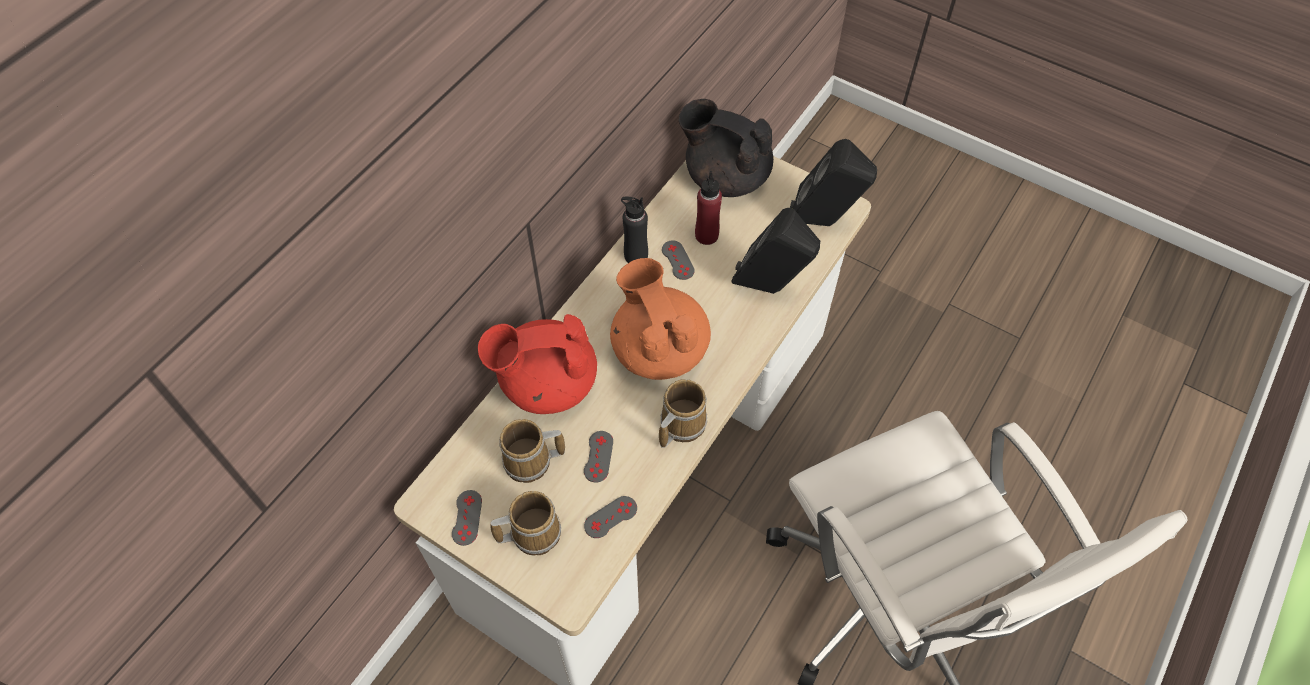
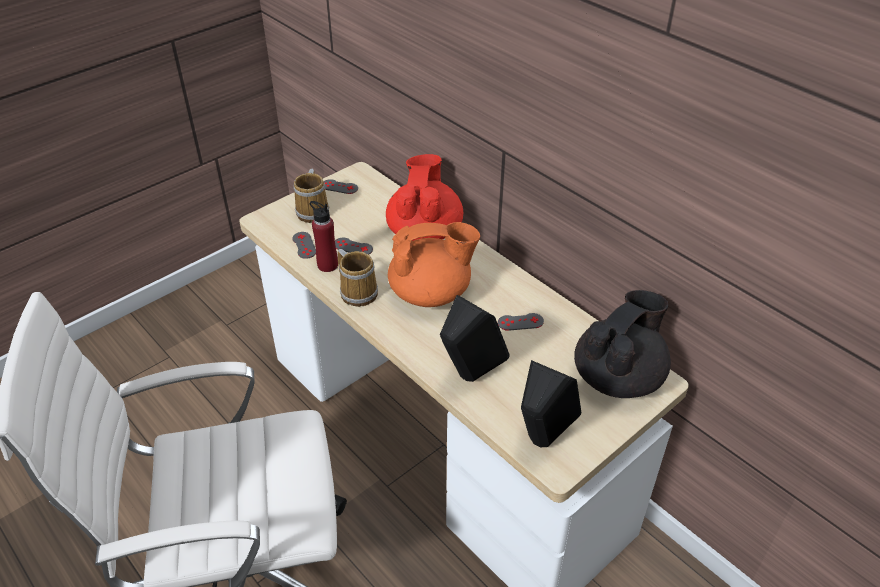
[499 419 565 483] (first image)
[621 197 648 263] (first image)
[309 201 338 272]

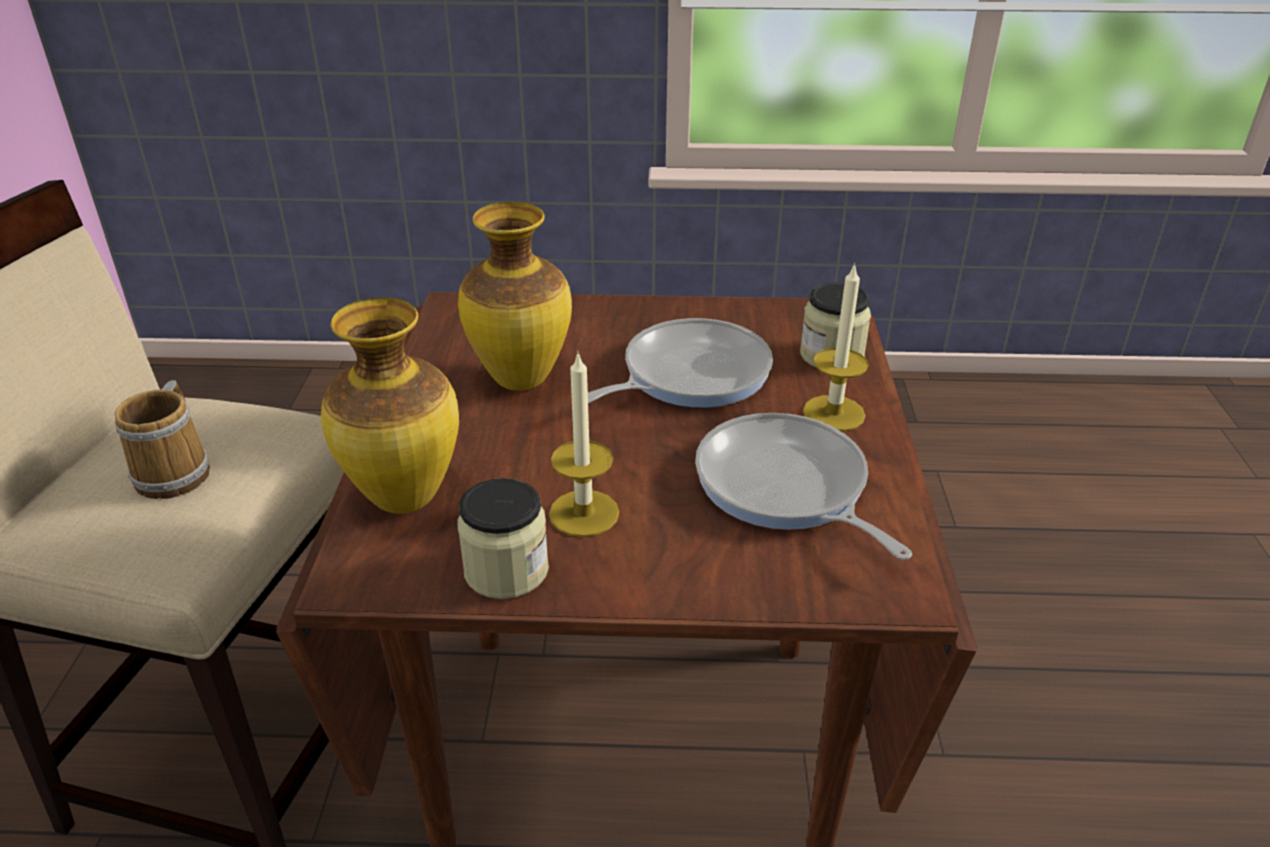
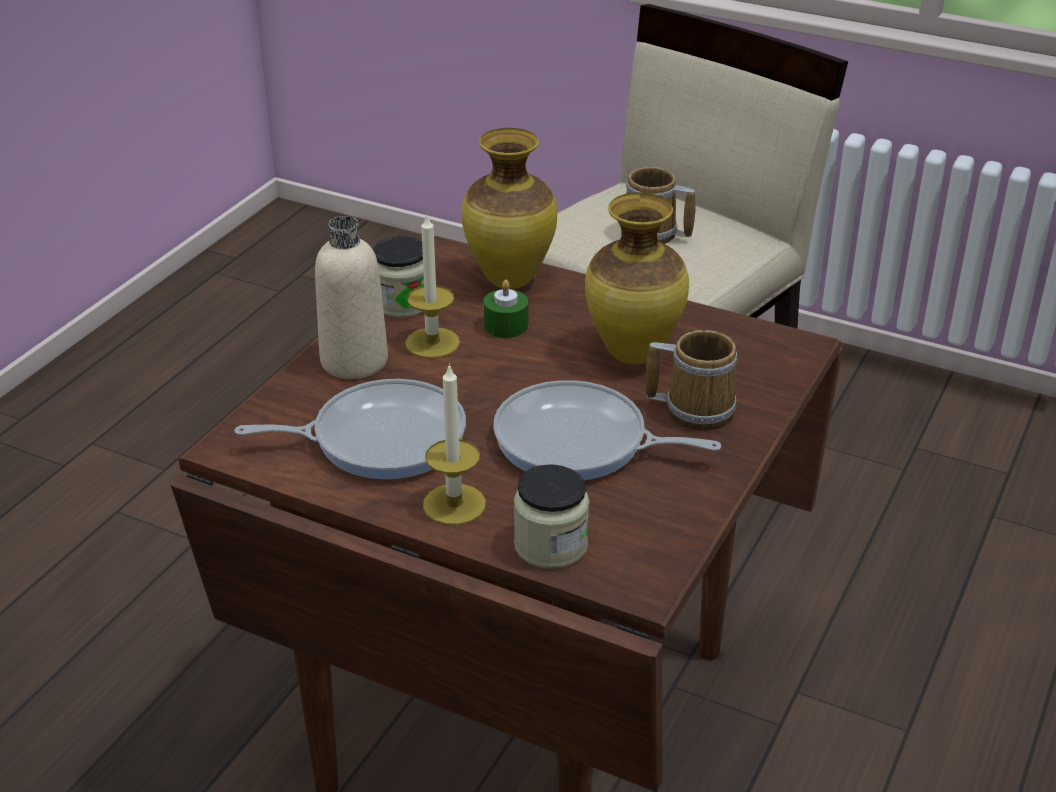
[315 216 388 379]
[484 280 528 338]
[645 330 737 430]
[493 380 721 480]

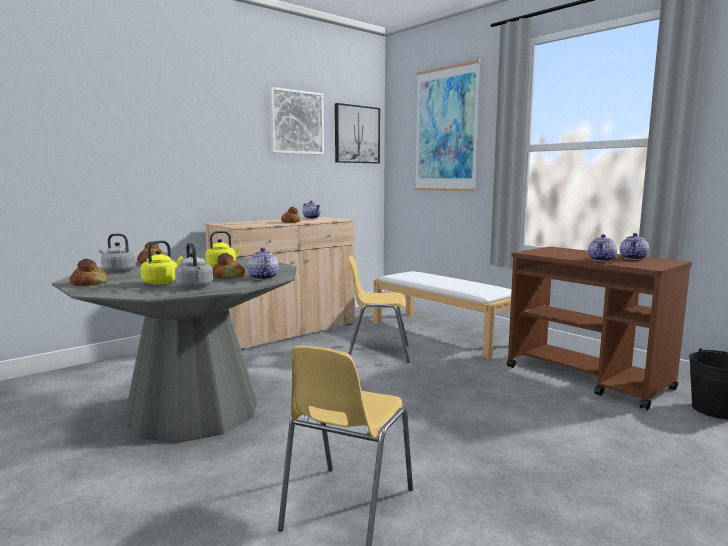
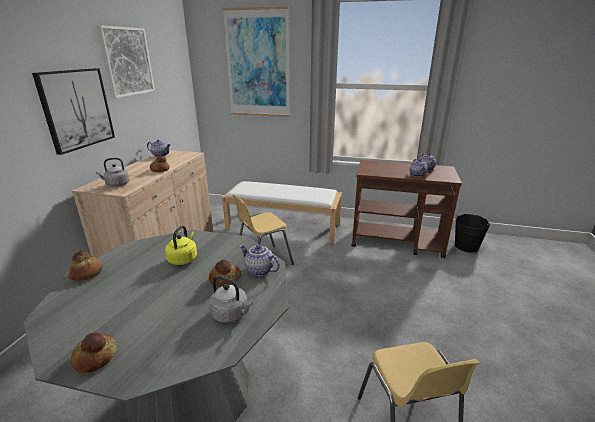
[141 240 183 285] (first image)
[96 158 129 187]
[32 68 115 155]

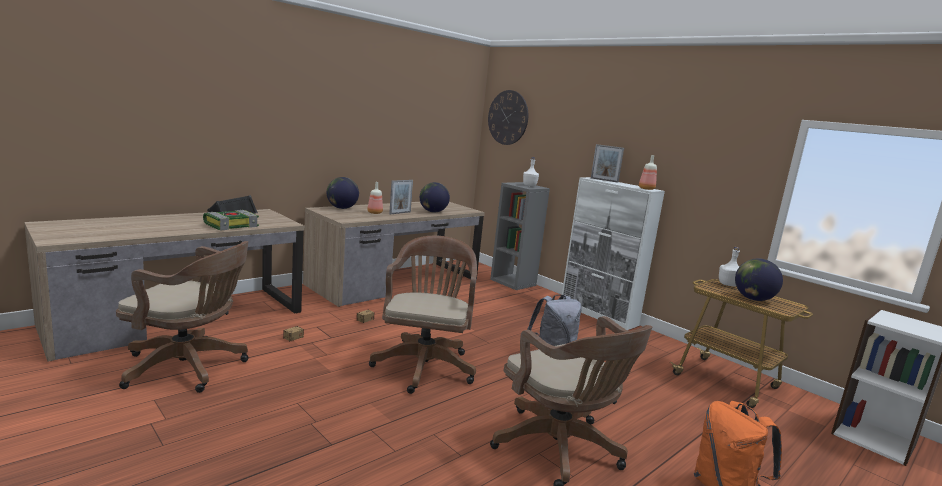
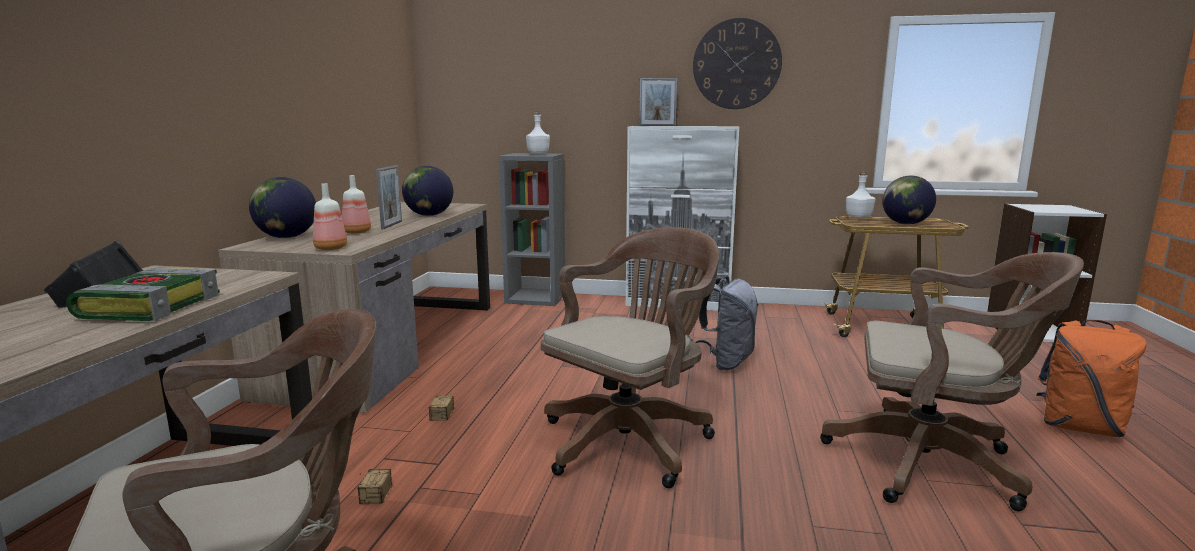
[693 18 782 109]
[313 183 347 250]
[541 227 719 488]

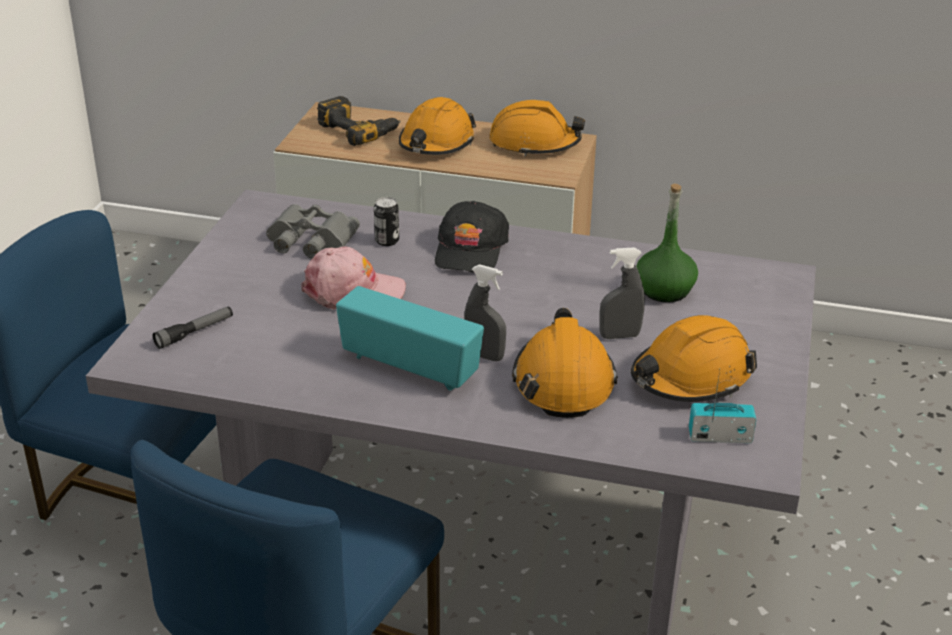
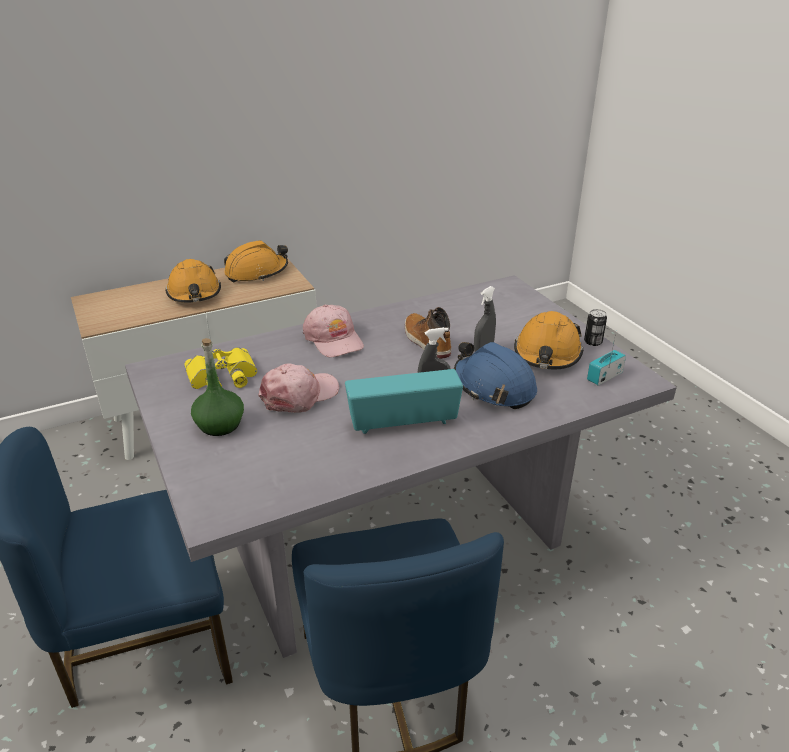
[153 306 233 349] (first image)
[317 96 401 146] (first image)
[405 307 451 359]
[584 309 607 346]
[191 338 244 436]
[184 347 257 389]
[303 305 364 357]
[454 342 537 409]

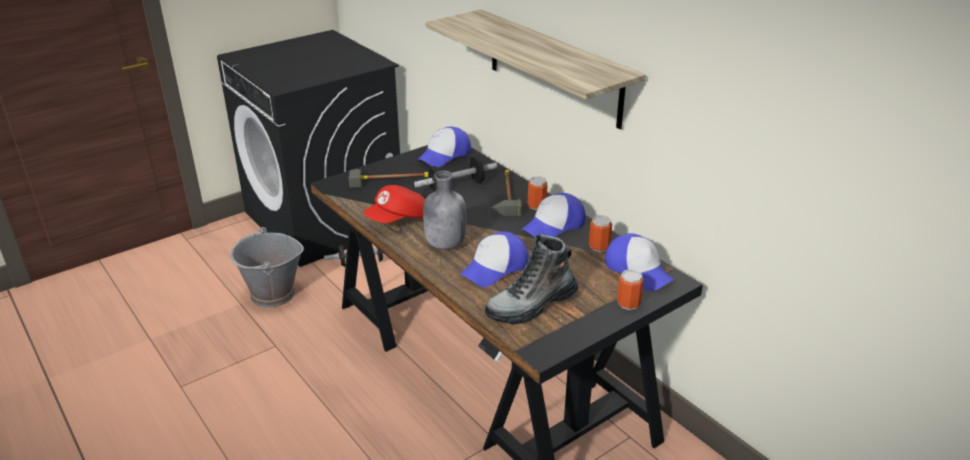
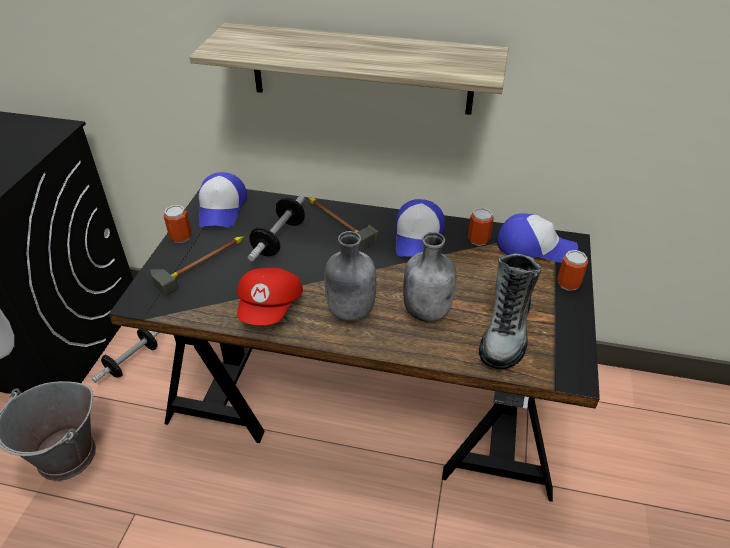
[164 205 192 243]
[403 232 456 322]

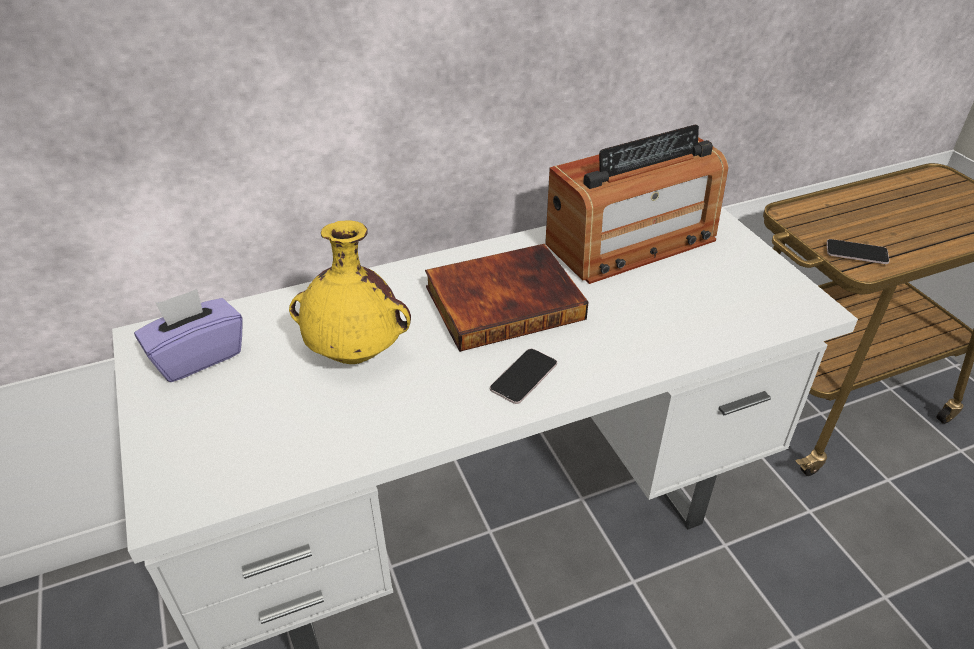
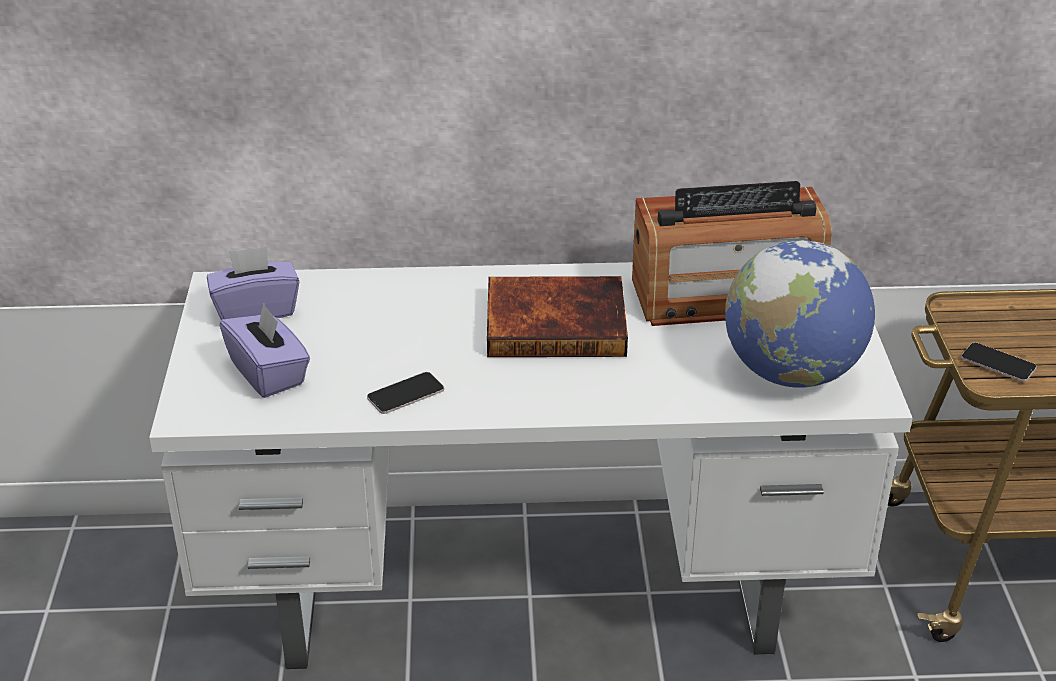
[289 221 411 364] (first image)
[220 302 310 398]
[725 240 875 388]
[367 372 444 414]

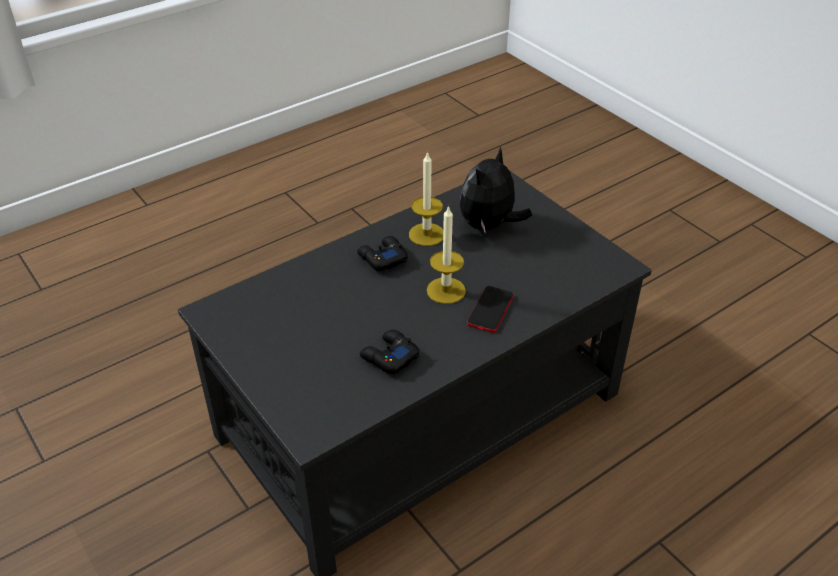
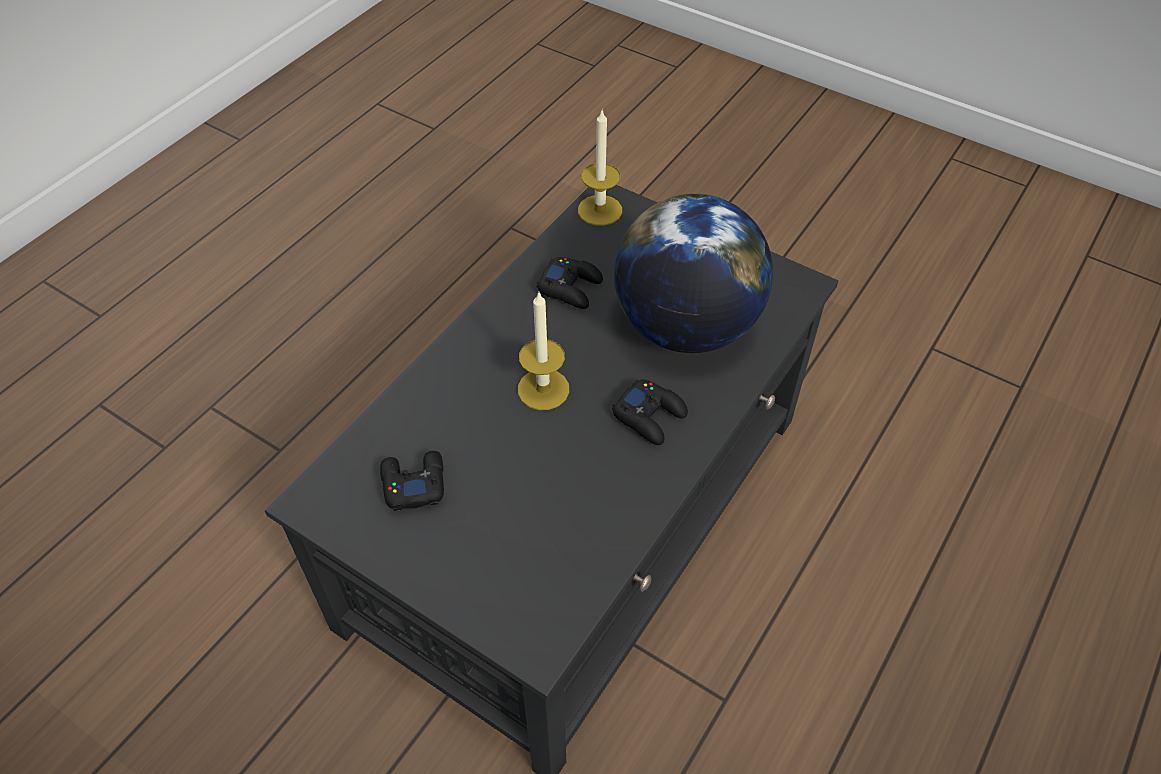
[460 146 532 233] (first image)
[467 286 513 333] (first image)
[380 451 444 511]
[614 194 773 353]
[578 111 622 226]

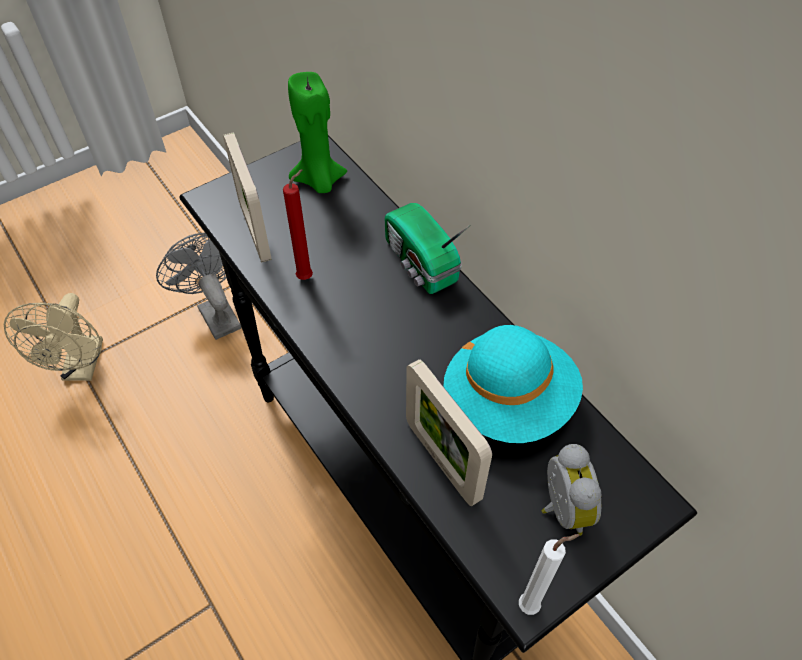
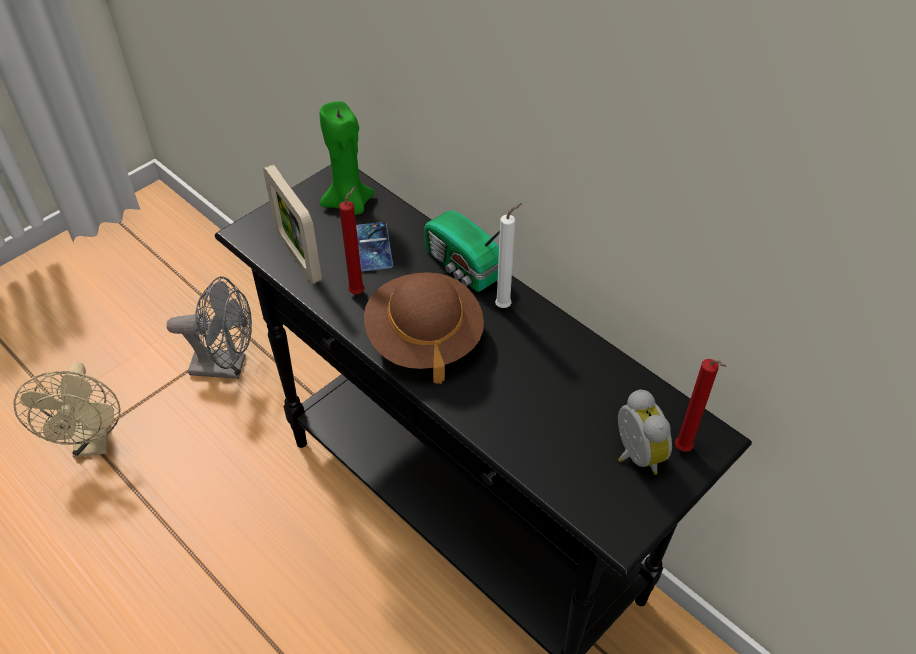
[406 359 492 506] (first image)
[444 325 583 443] (first image)
[356 222 393 271]
[364 272 484 384]
[675 359 726 452]
[495 203 522 308]
[166 276 252 379]

